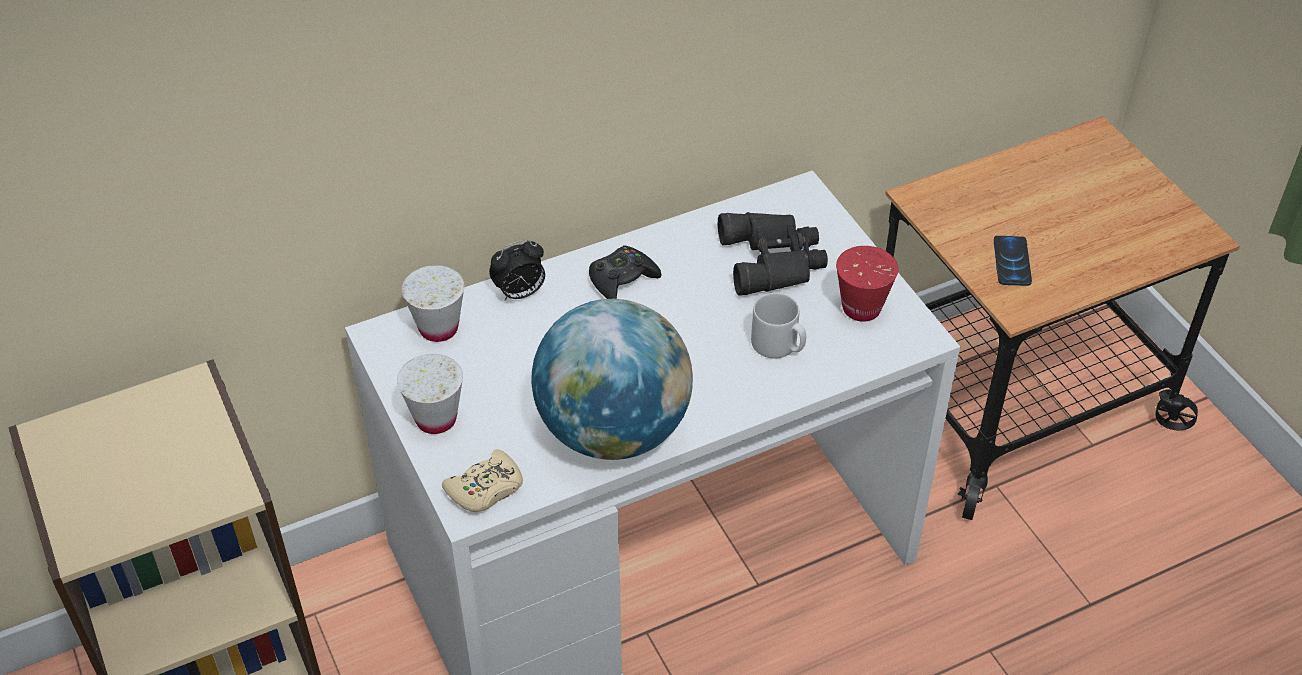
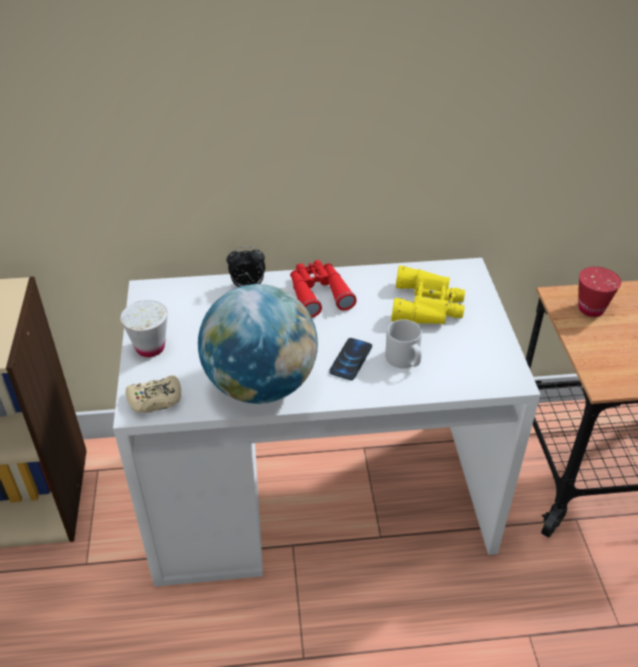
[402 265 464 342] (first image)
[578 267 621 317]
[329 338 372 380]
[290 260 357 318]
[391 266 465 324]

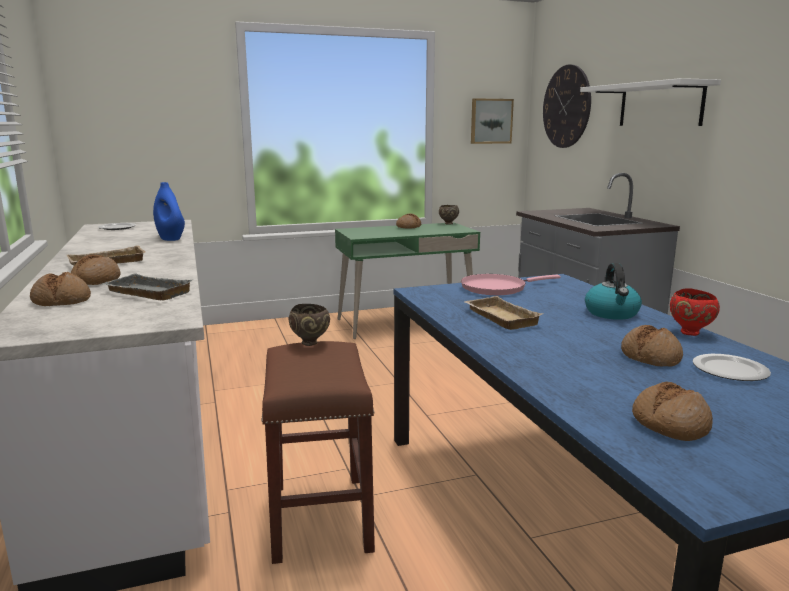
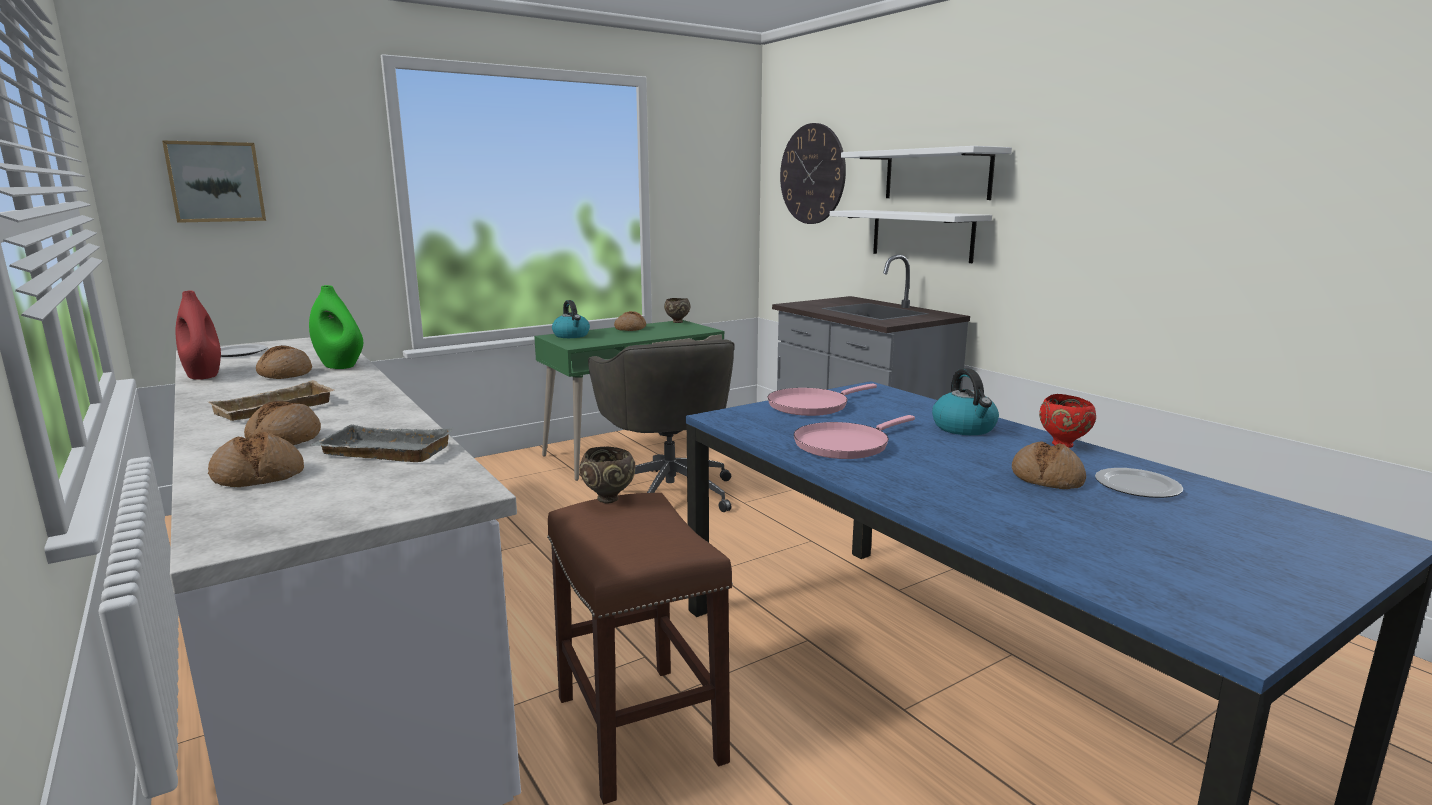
[175 291 221 380]
[552 300 590 338]
[588 339 735 512]
[830 210 992 263]
[162 140 266 223]
[256 345 312 379]
[794 415 915 459]
[309 285 363 369]

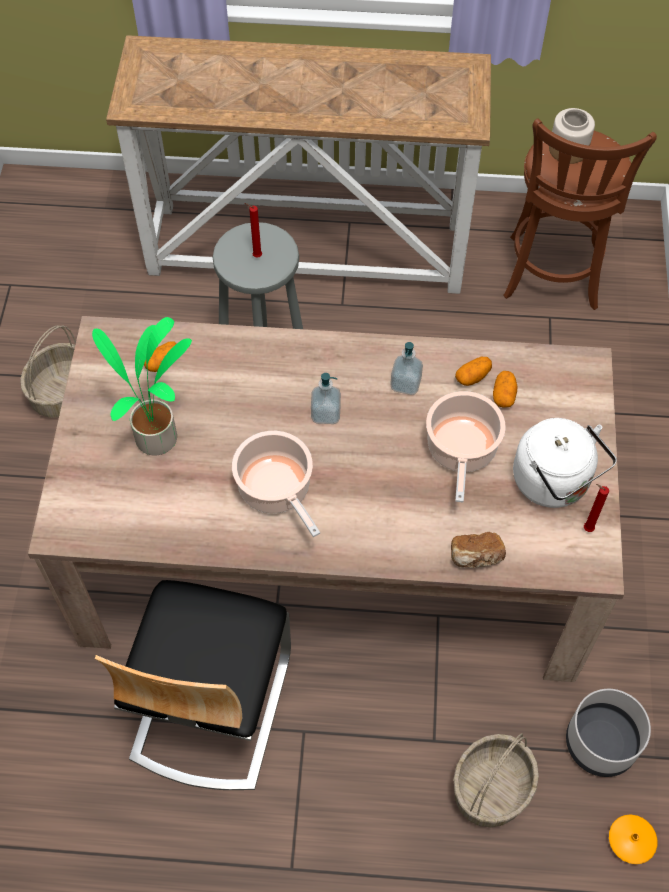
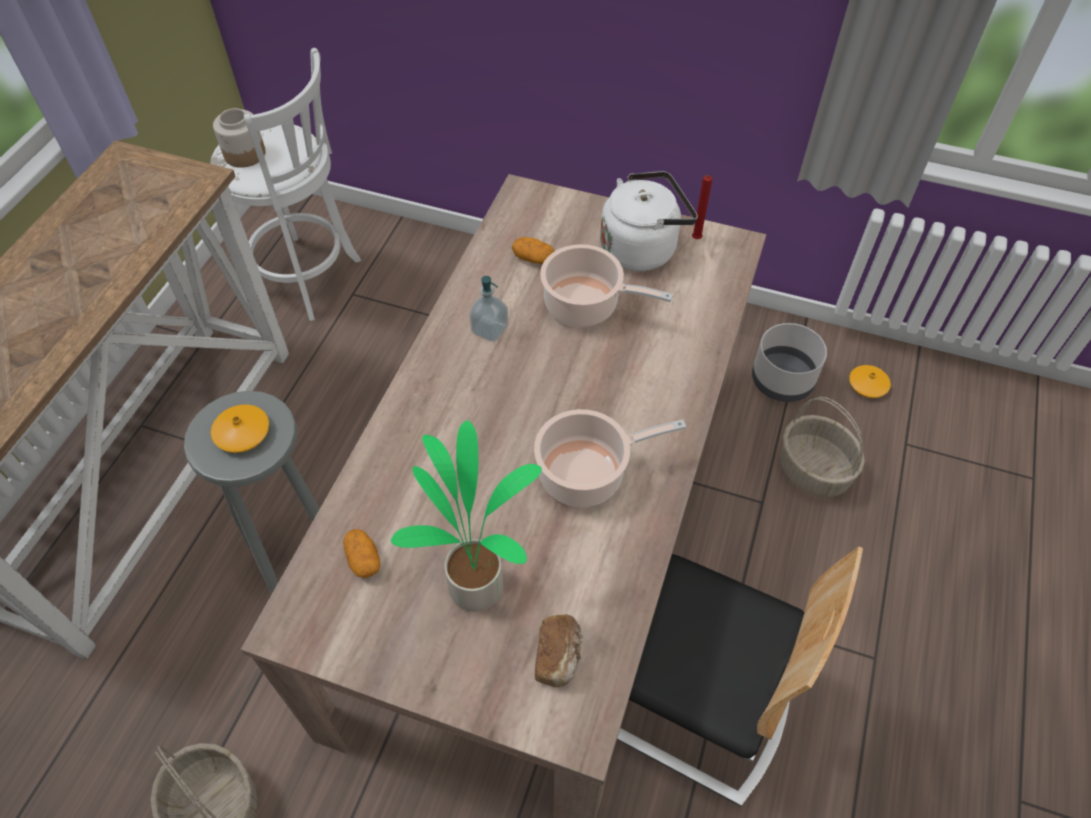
[311 373 341 424] (first image)
[455 357 492 386] (first image)
[535 615 583 687]
[211 405 269 453]
[210 48 361 321]

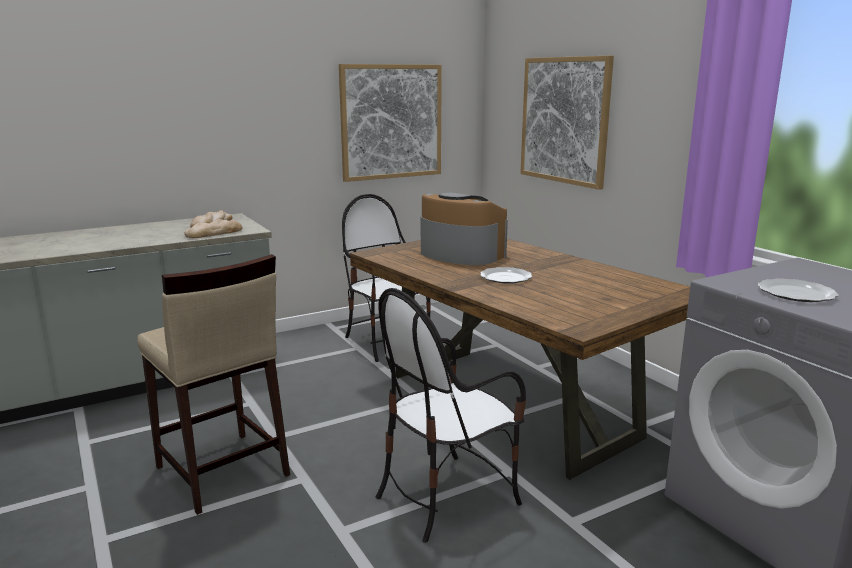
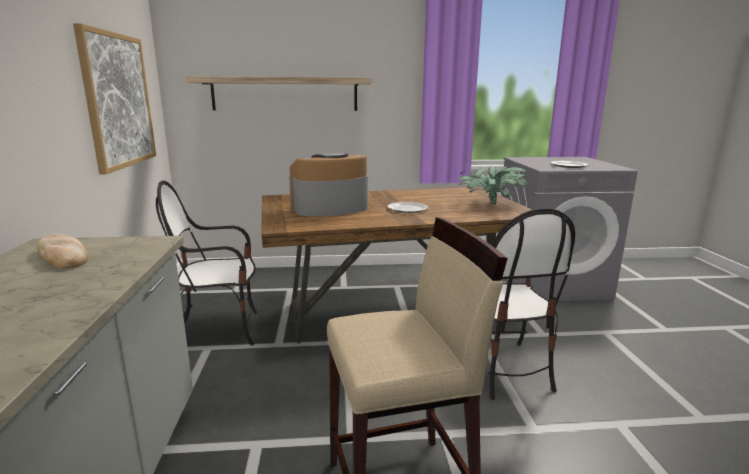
[184 219 242 238] (first image)
[458 166 528 204]
[186 76 371 111]

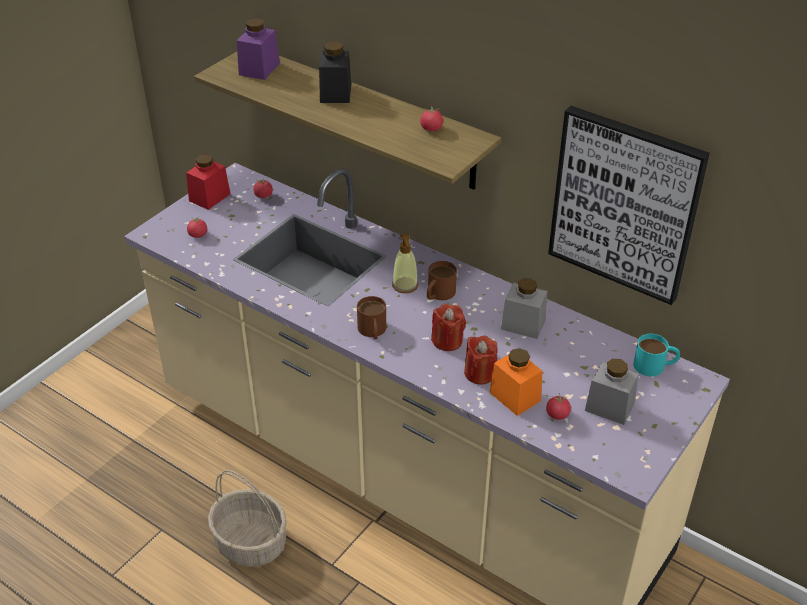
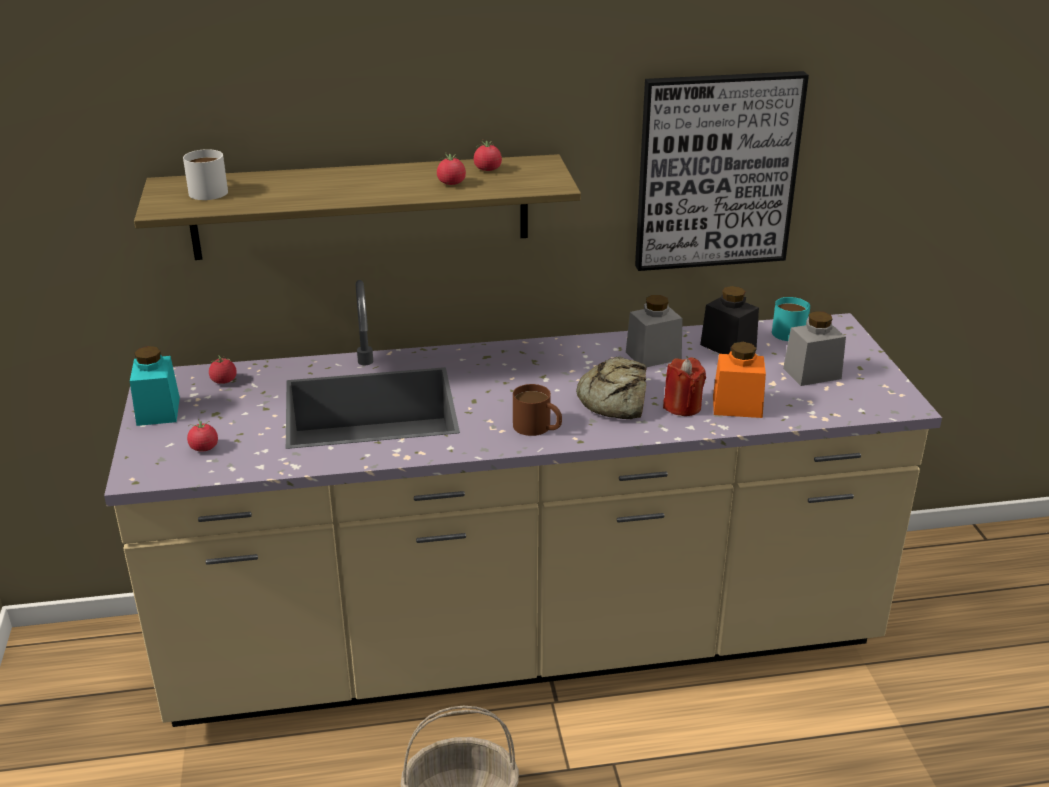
[392 234 418 293] (first image)
[427 261 457 300] (first image)
[700 286 759 354]
[437 152 466 185]
[183 149 228 200]
[576 357 647 419]
[130 346 180 426]

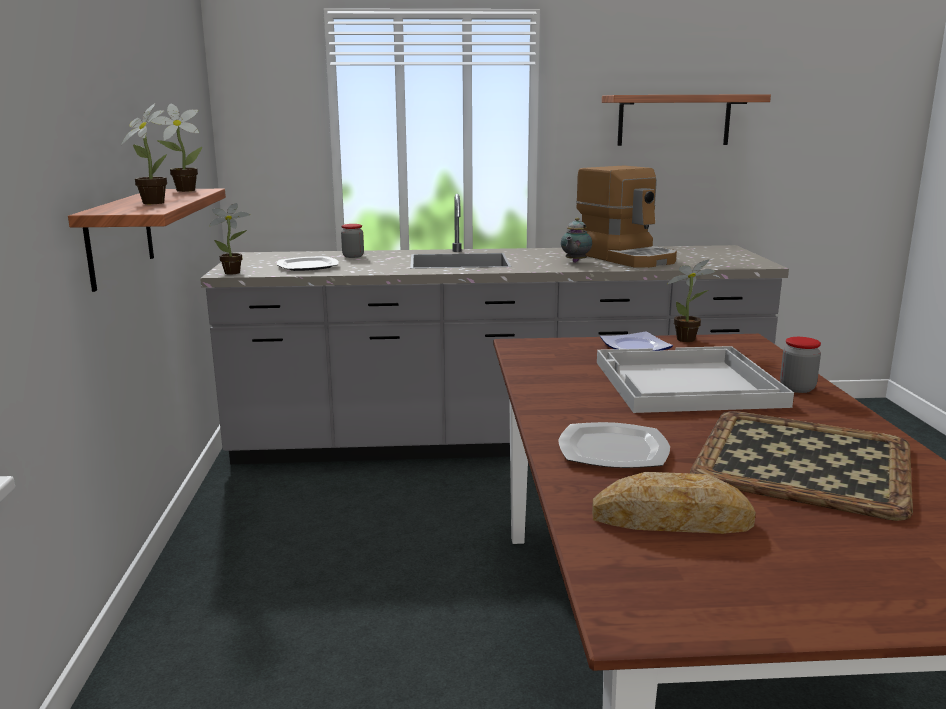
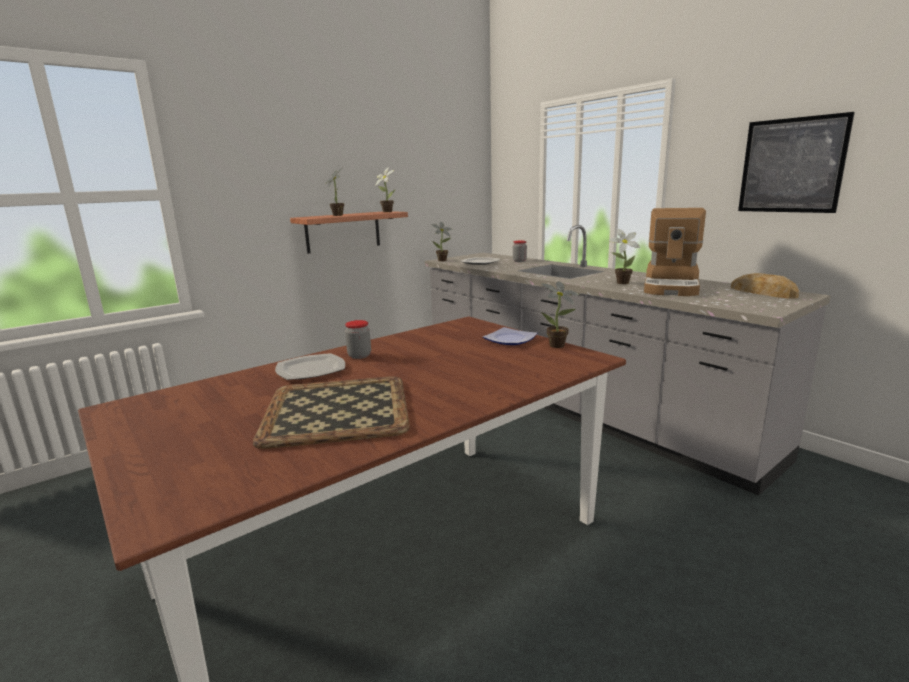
[597 346 794 413] (first image)
[731 273 799 299]
[345 320 371 359]
[608 229 640 284]
[738 112 855 213]

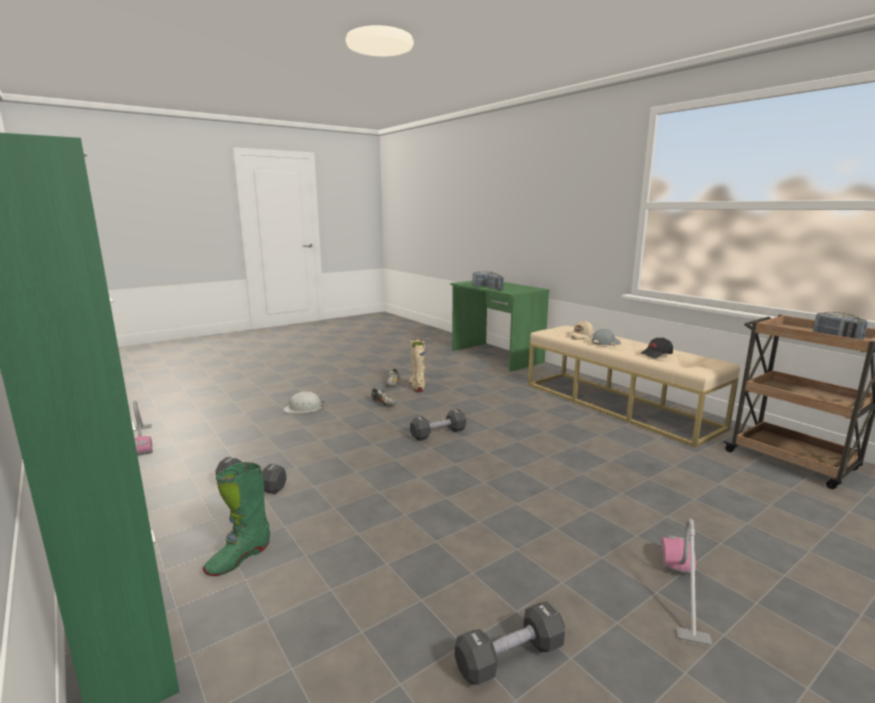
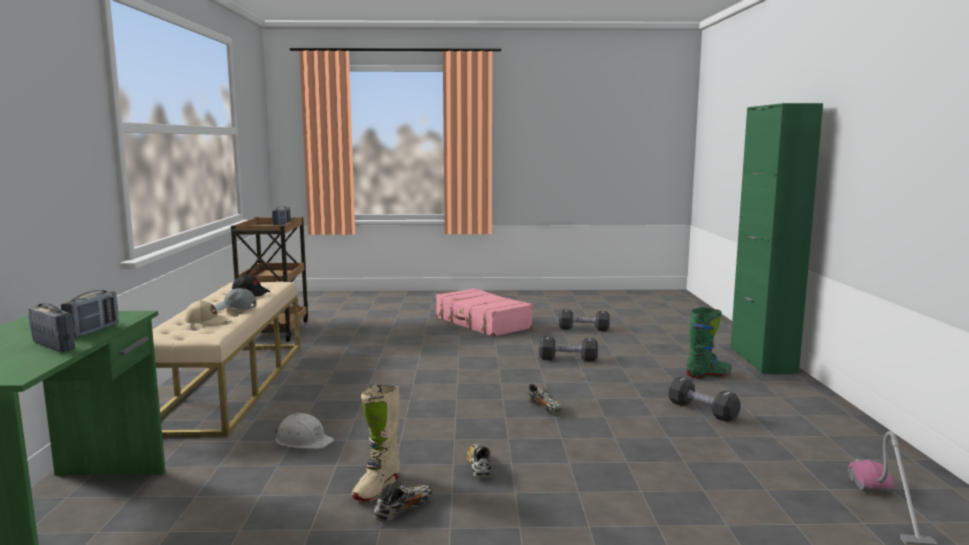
[528 384 563 412]
[275 413 334 449]
[539 337 598 362]
[436 288 533 337]

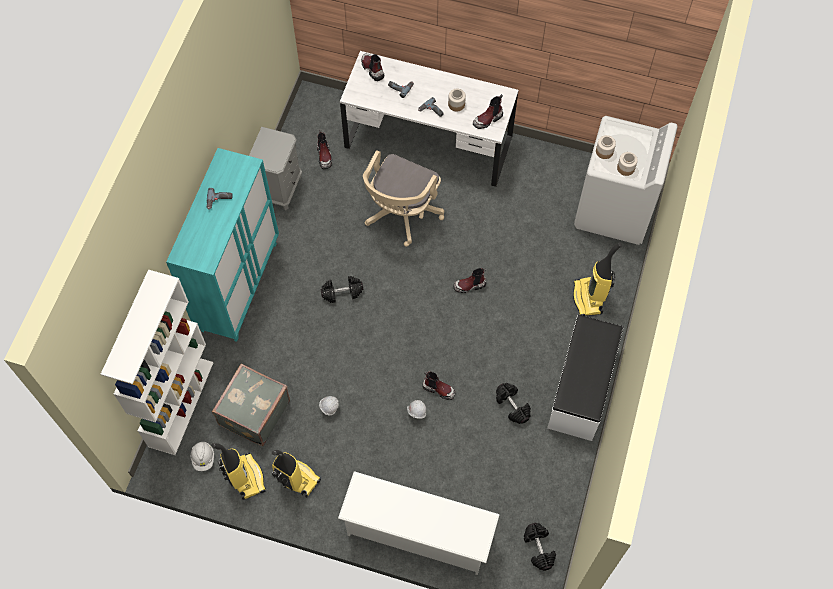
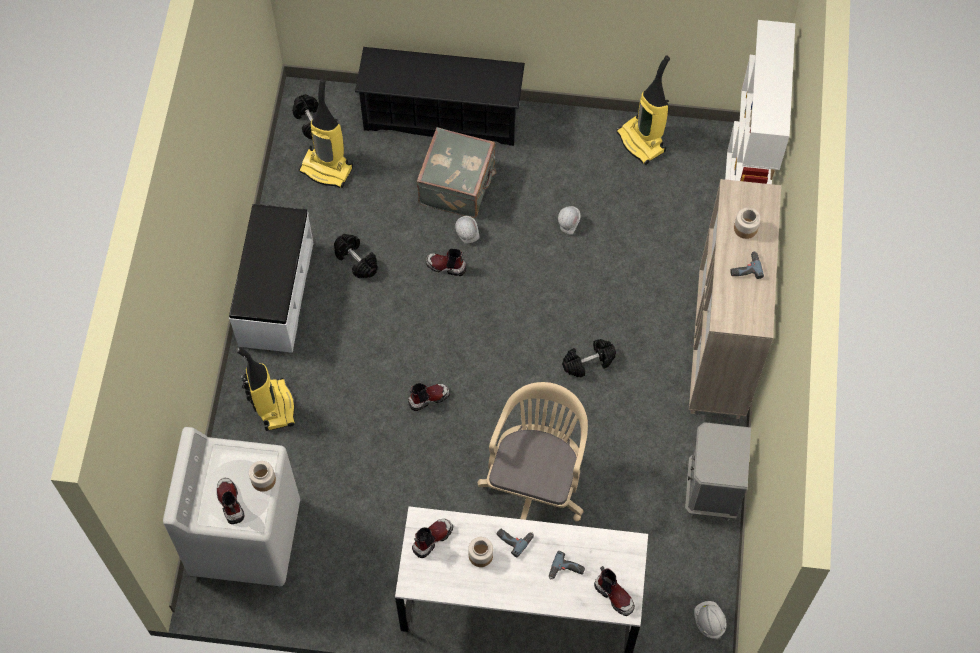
[694 601 727 640]
[416 127 496 218]
[299 79 353 188]
[217 478 244 524]
[734 207 761 239]
[689 179 781 419]
[355 47 525 146]

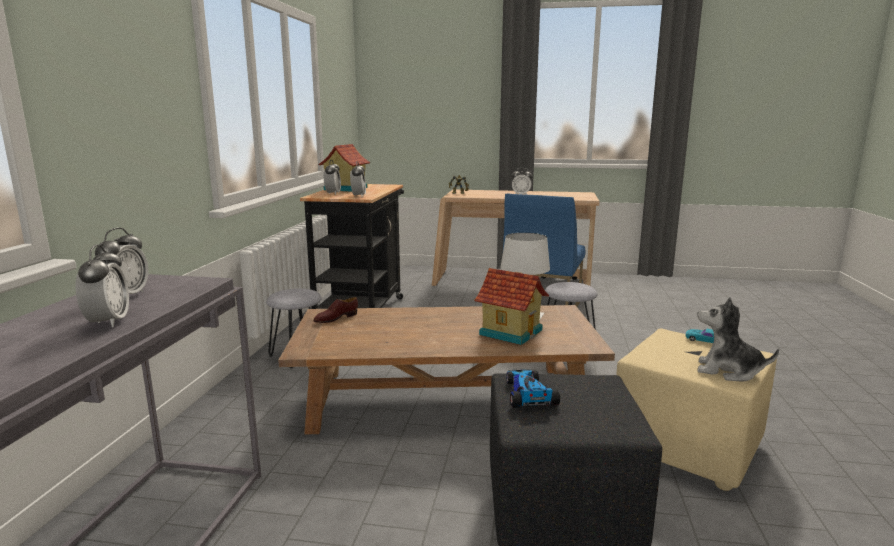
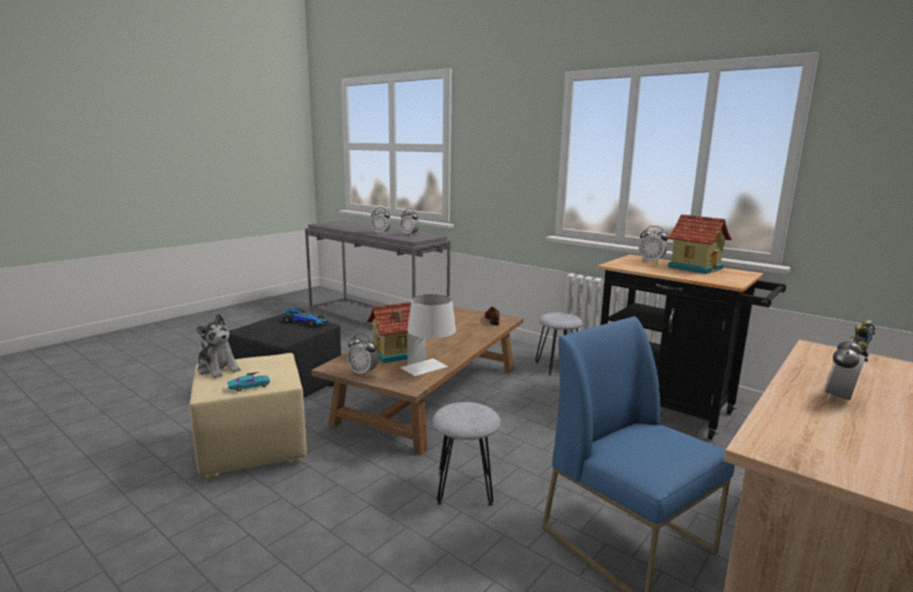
[347 334 379 377]
[197 314 241 378]

